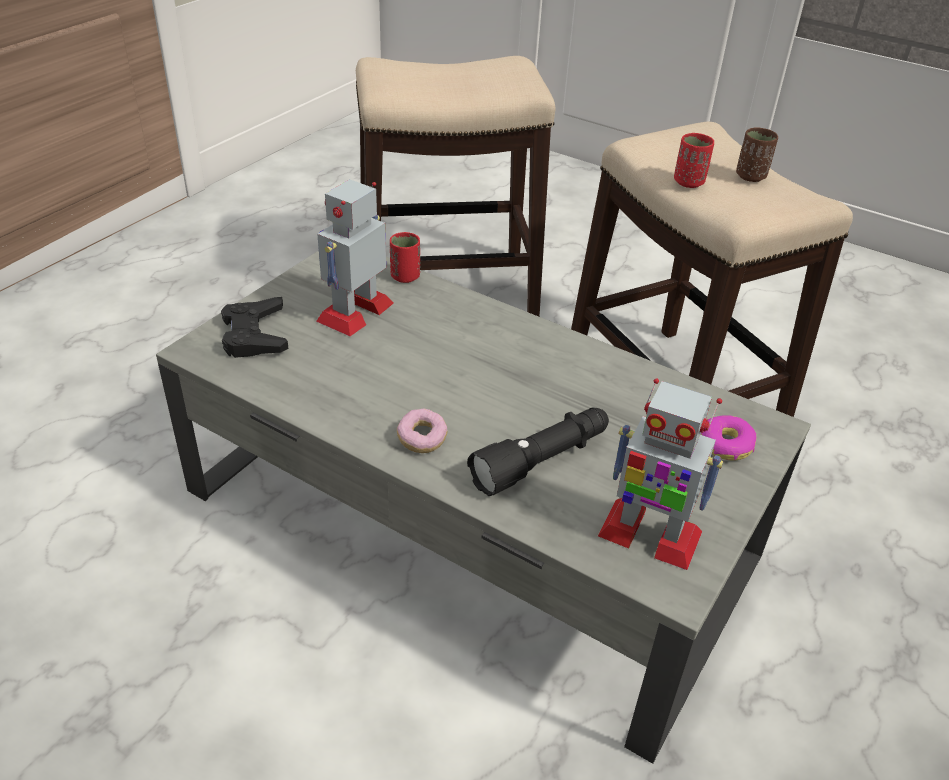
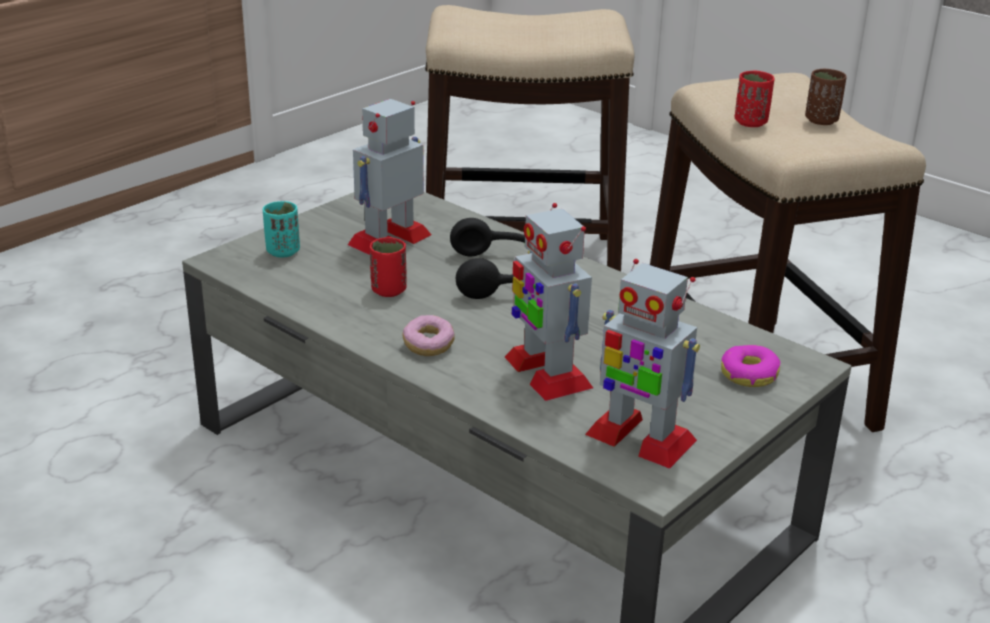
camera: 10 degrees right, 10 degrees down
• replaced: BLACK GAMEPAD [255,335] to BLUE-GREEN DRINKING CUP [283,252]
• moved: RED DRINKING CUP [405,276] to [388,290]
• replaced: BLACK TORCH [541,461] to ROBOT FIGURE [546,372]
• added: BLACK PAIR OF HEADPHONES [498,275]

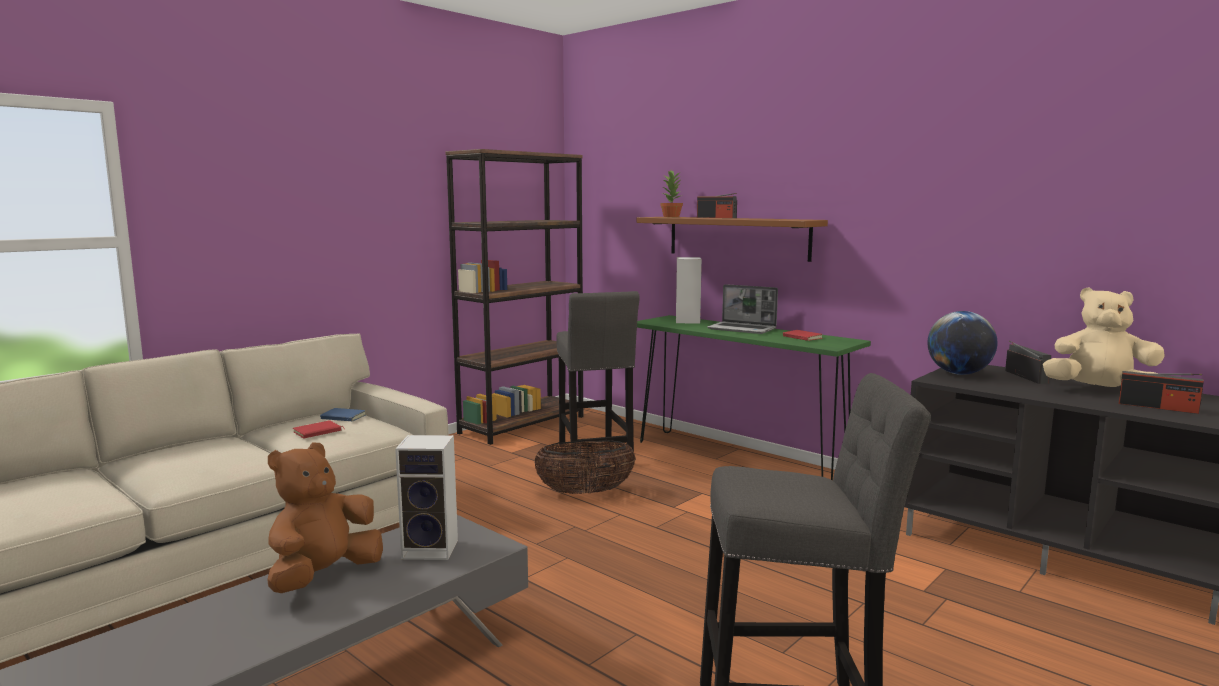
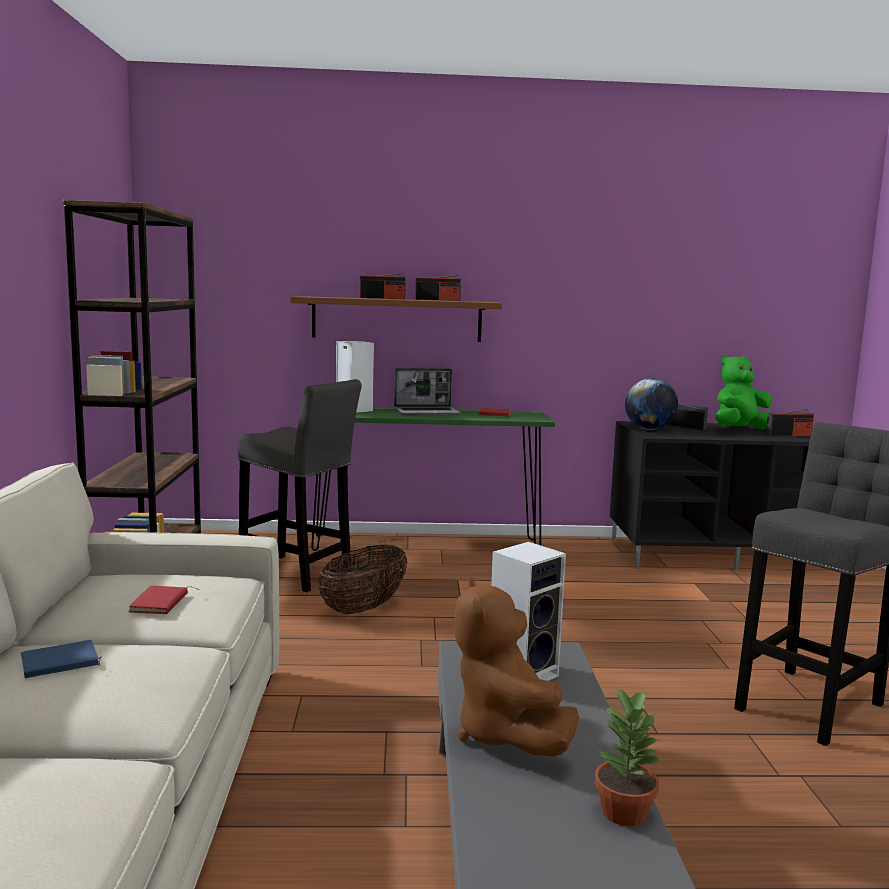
camera: 45 degrees left, 0 degrees up
• moved: BLUE-COLOURED BOUND BOOK [342,418] to [60,664]
• moved: HOUSEPLANT [671,216] to [624,811]
• recoloured: SAND-COLOURED SOFT TOY [1099,391] to GREEN SOFT TOY [739,430]
• added: RADIO RECEIVER [438,300]

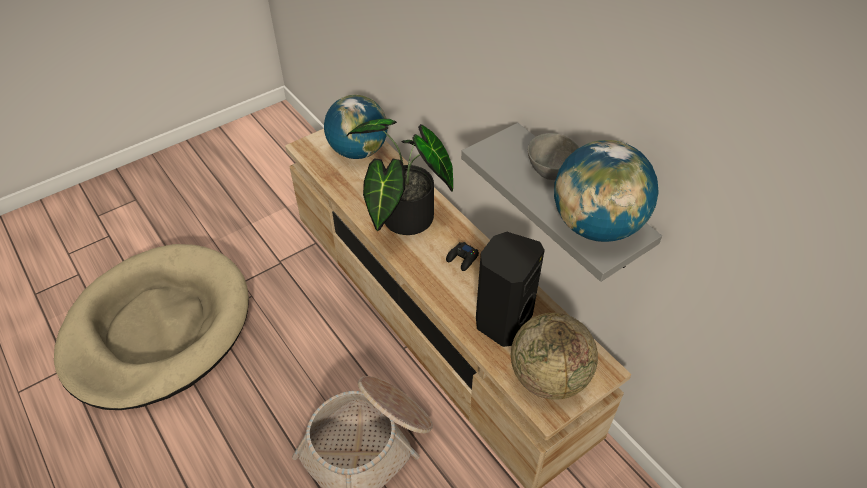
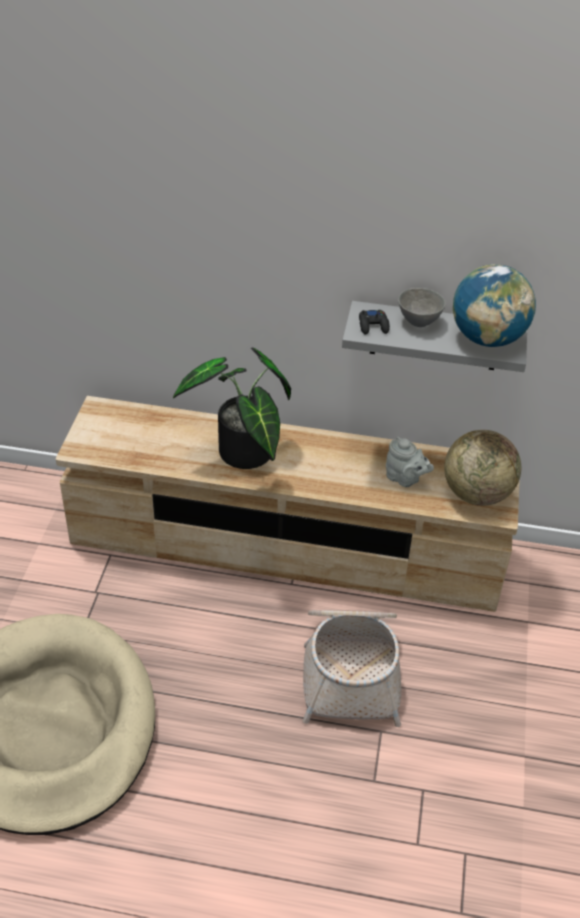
camera: 45 degrees left, 5 degrees down
• removed: DESK GLOBE [358,151]
• moved: BLACK GAMEPAD [462,259] to [373,326]
• replaced: BLACK LOUDSPEAKER [502,321] to GREYISH TEAPOT [405,479]

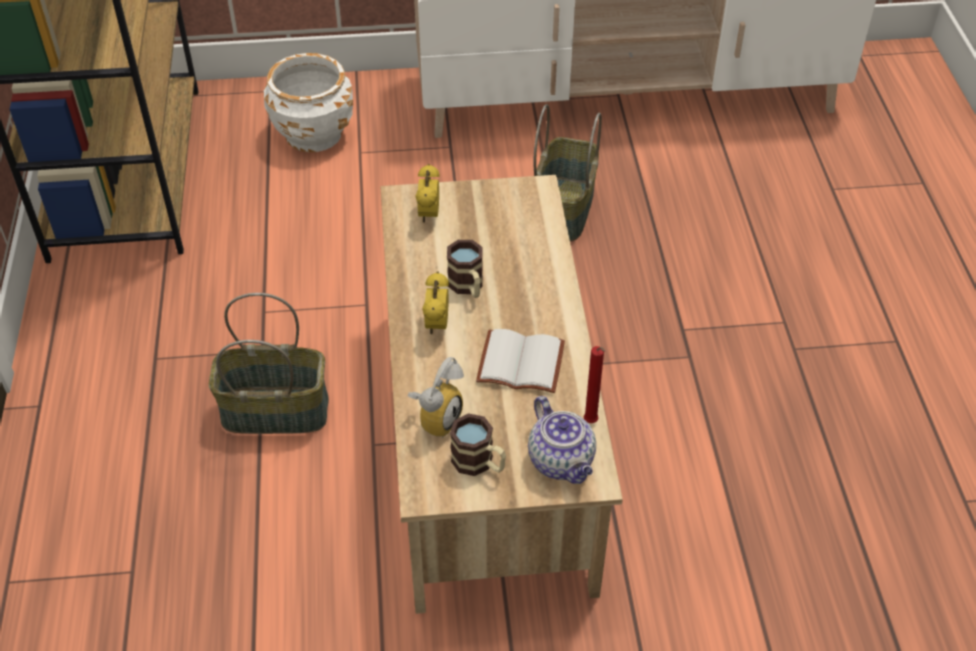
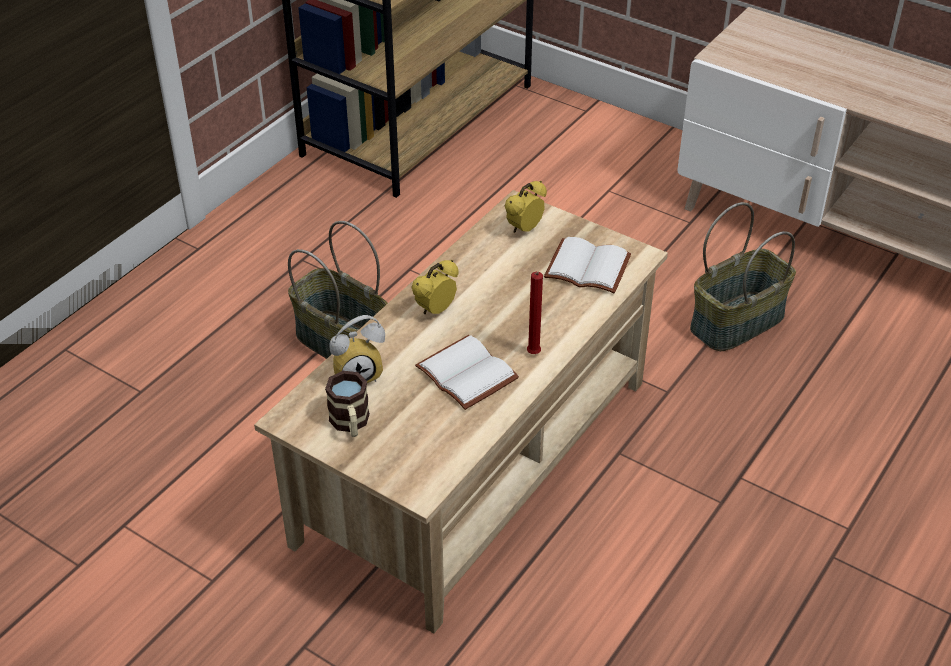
camera: 40 degrees right, 5 degrees down
• removed: WHITISH PLANTER [314,133]
• removed: MUG [468,287]
• removed: TEAPOT [562,462]
• moved: RED CANDLE [591,423] to [532,355]
• added: WHITISH BOUND BOOK [585,269]

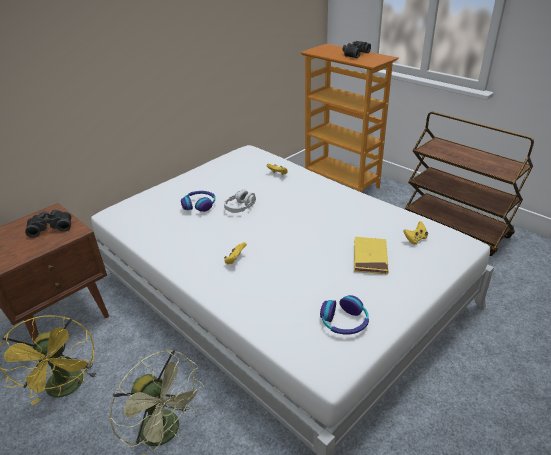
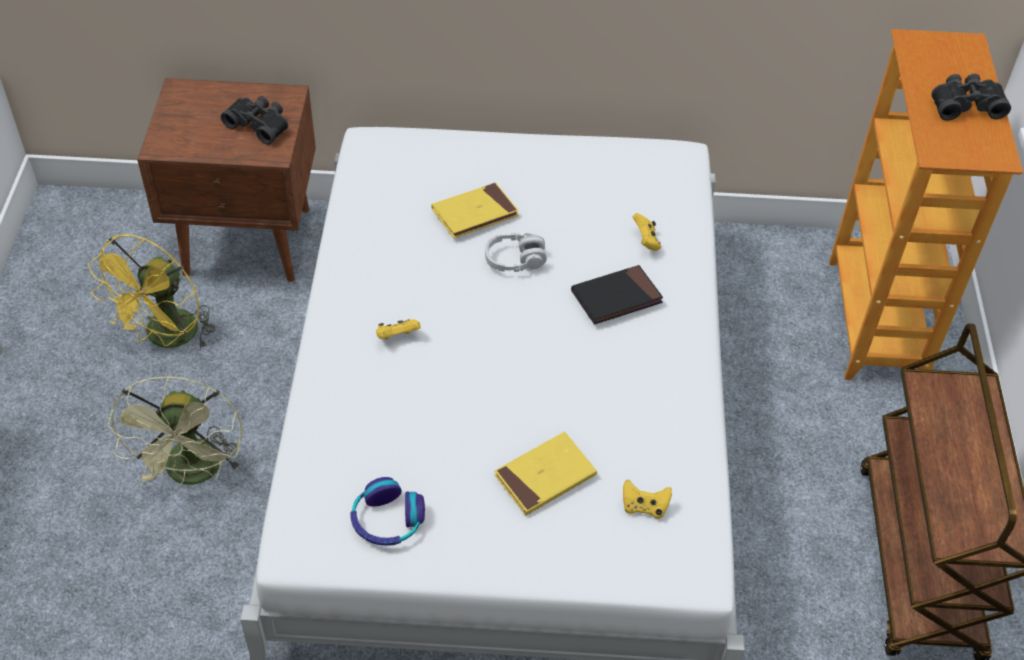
camera: 45 degrees right, 15 degrees up
• replaced: PAIR OF HEADPHONES [199,205] to YELLOW-COLOURED BOUND BOOK [474,213]
• added: BLACK BOUND BOOK [616,297]

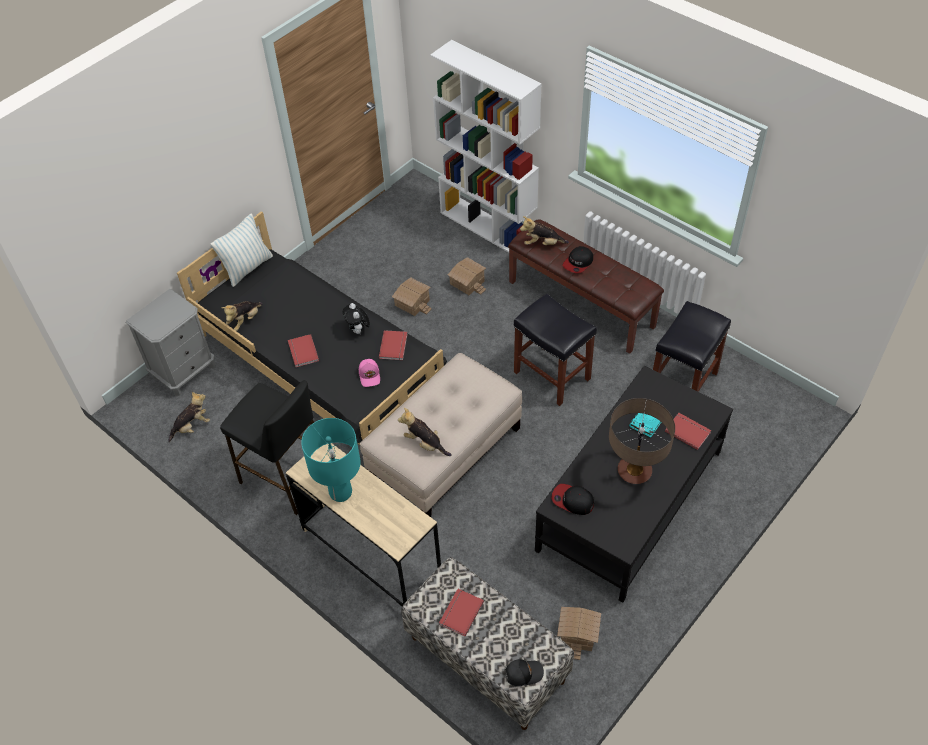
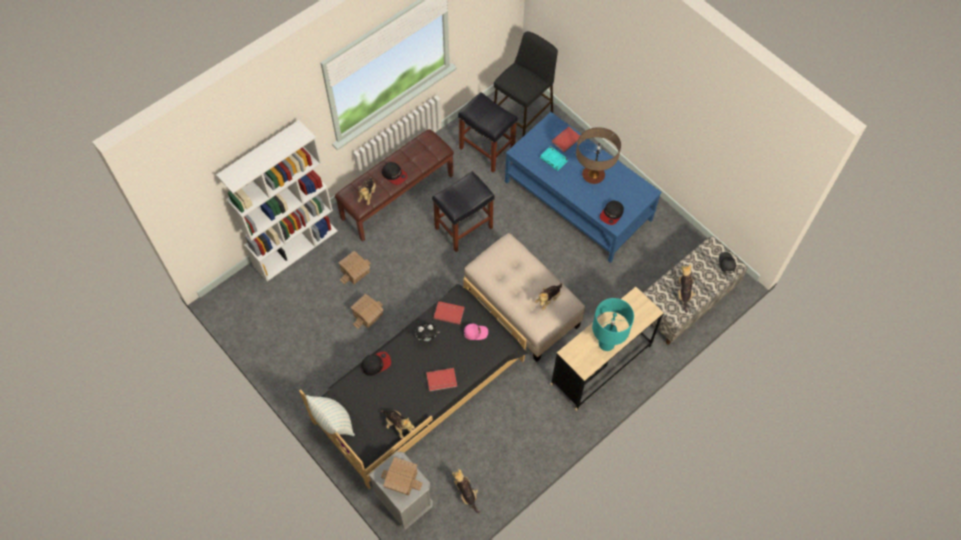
camera: 85 degrees left, 10 degrees up
• moved: BLACK STOOL SEAT [286,477] to [523,119]
• replaced: RED BOUND BOOK [460,612] to SOFT TOY [684,293]
• recoloured: BLACK COFFEE TABLE [630,500] to BLUE-COLOURED COFFEE TABLE [578,201]
• moved: TOY HOUSE [577,633] to [401,481]
• added: PEAKED CAP [376,364]

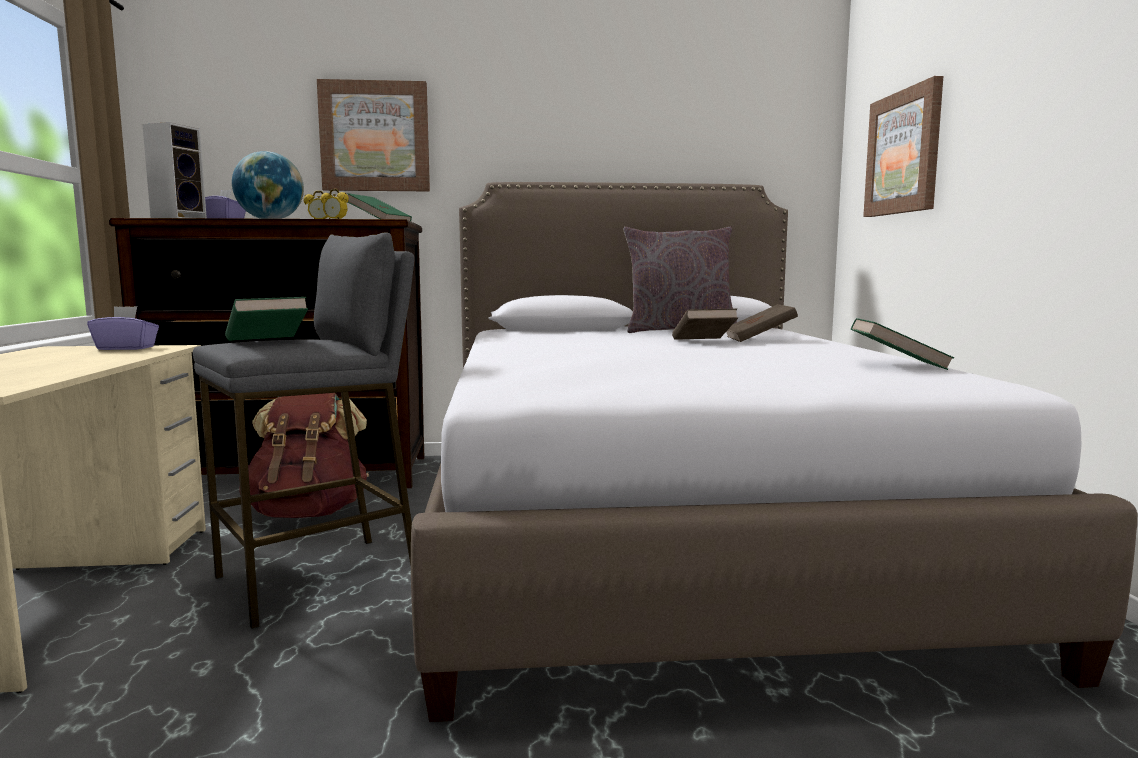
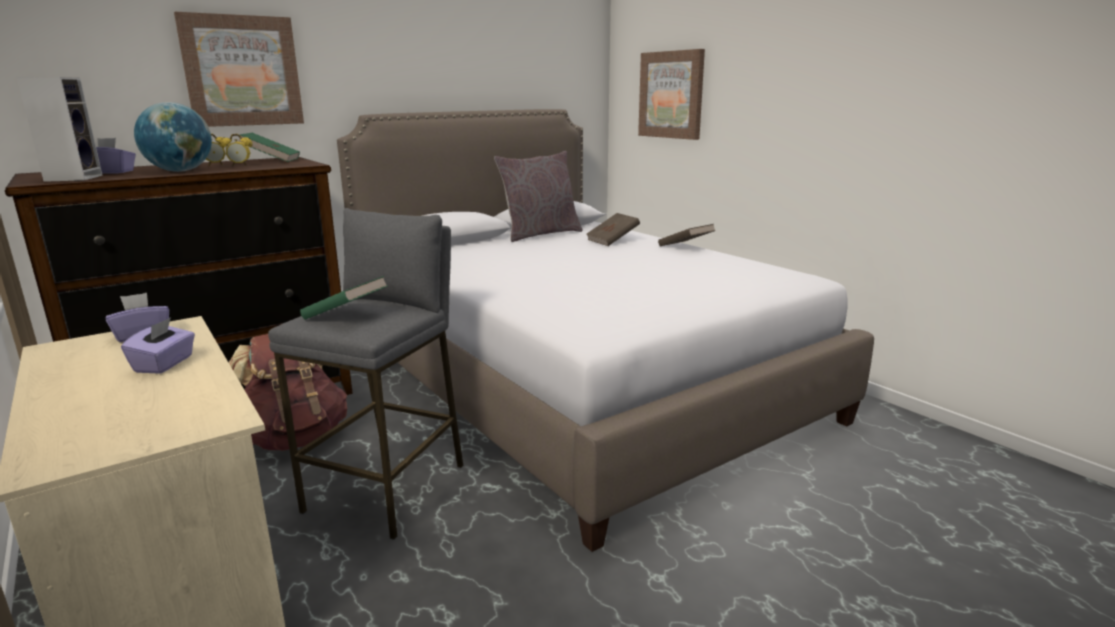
camera: 30 degrees left, 10 degrees up
• moved: BROWN BOUND BOOK [703,342] to [685,247]
• removed: GREEN BOUND BOOK [898,365]
• added: PURPLISH BOX OF TISSUES [165,364]

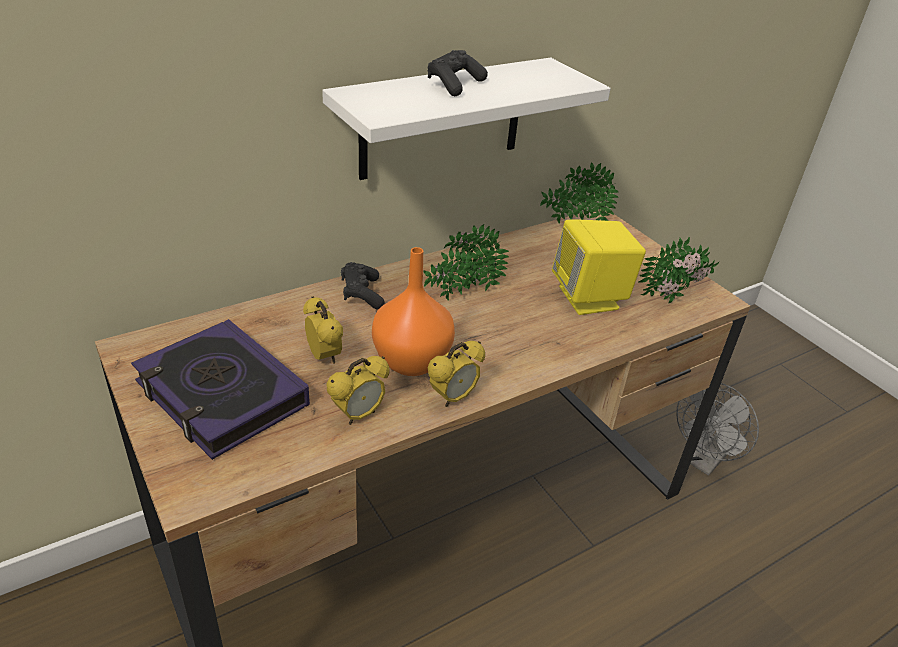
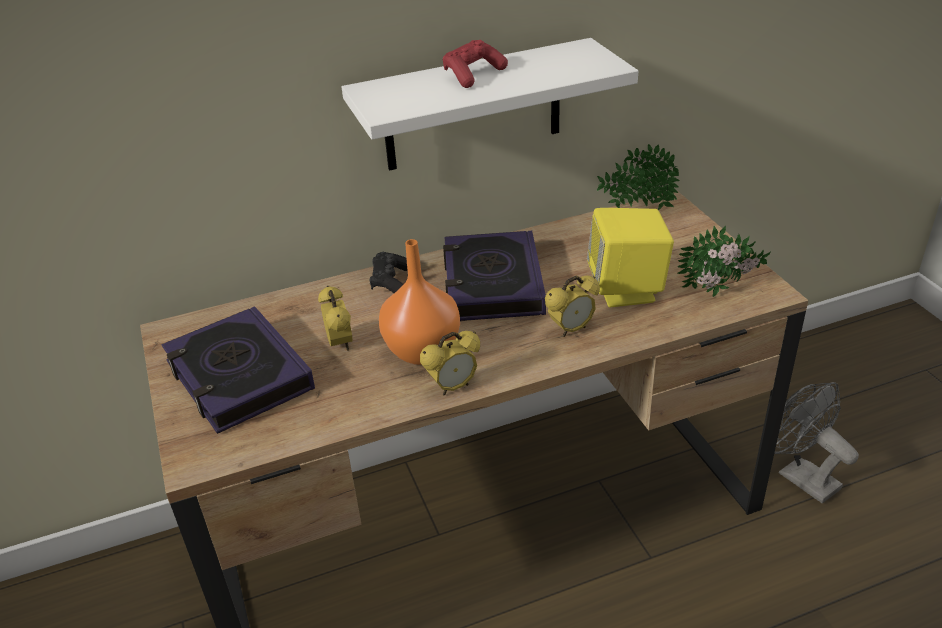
camera: 15 degrees right, 0 degrees up
• moved: TABLE CLOCK [358,415] to [571,329]
• replaced: HOUSEPLANT [462,294] to BOUND BOOK [492,284]
• recoloured: BLACK GAMEPAD [455,85] to RED GAMEPAD [473,75]
• turned: GREYISH FAN [703,462] = [800,476] 90 degrees clockwise

